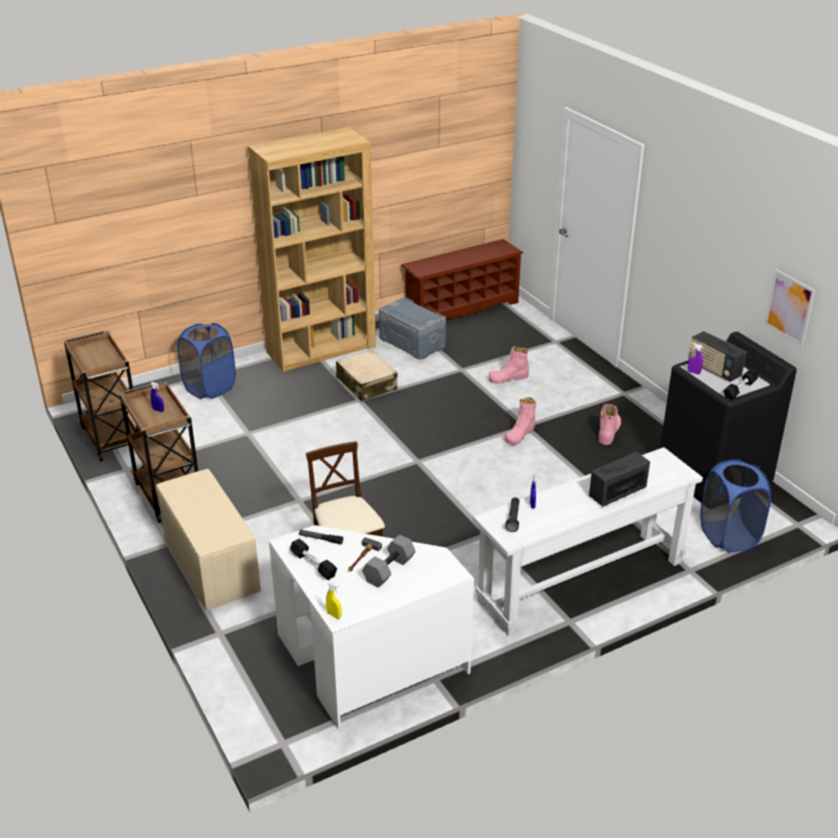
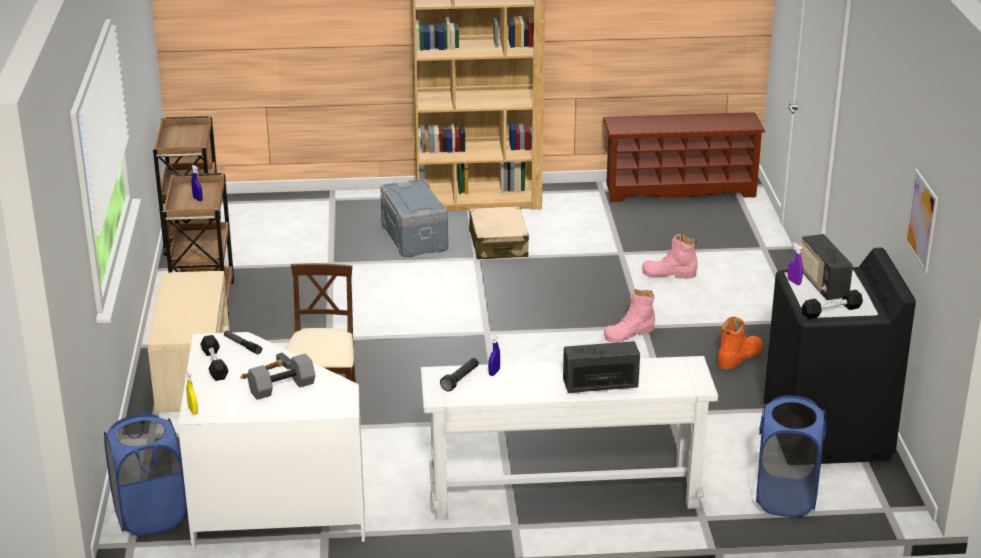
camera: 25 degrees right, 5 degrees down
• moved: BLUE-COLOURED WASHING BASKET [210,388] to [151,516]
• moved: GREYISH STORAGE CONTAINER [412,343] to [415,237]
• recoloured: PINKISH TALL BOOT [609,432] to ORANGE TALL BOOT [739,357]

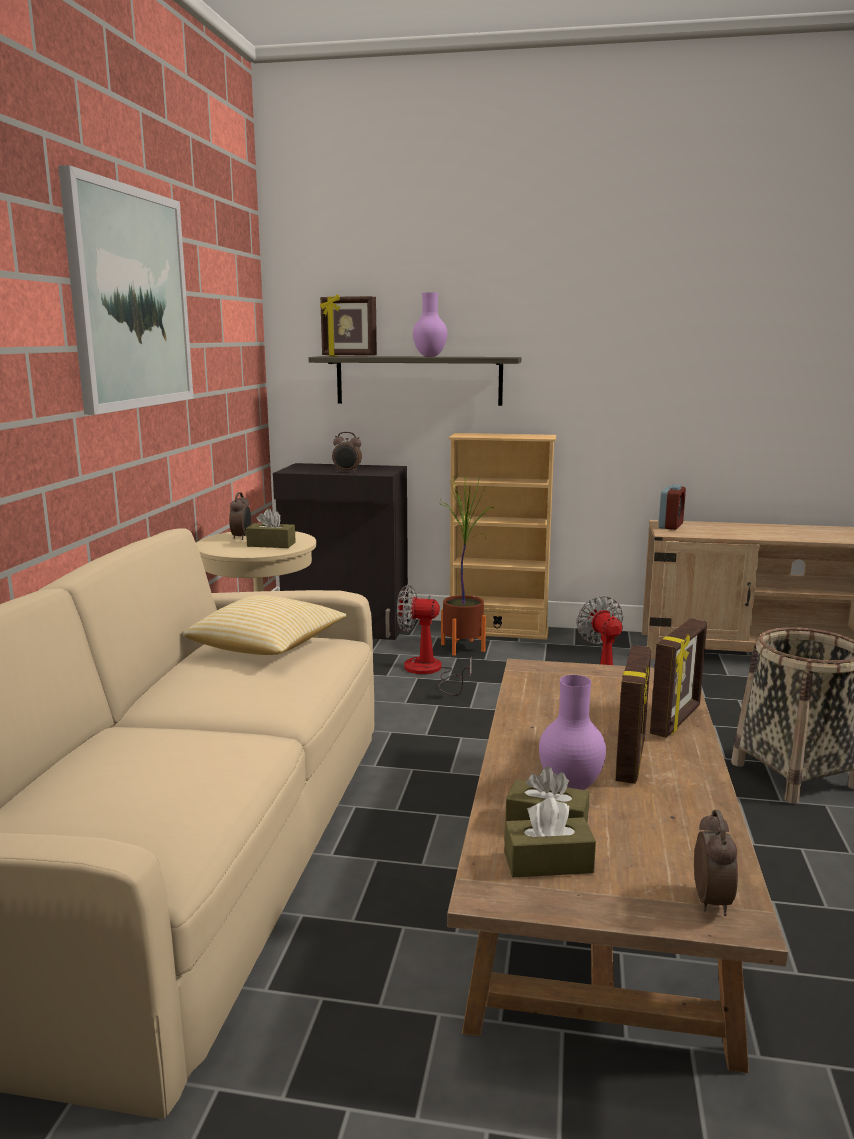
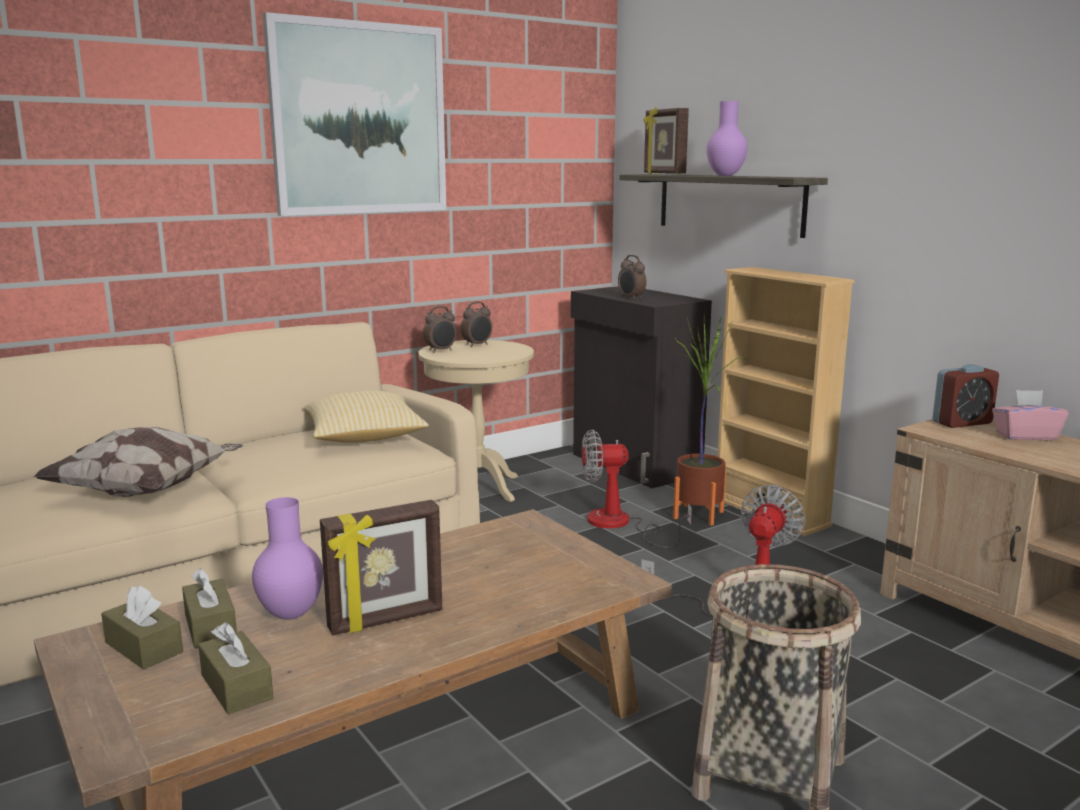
camera: 45 degrees right, 0 degrees up
• moved: BROWN BOX OF TISSUES [271,544] to [236,687]
• turned: FAN [429,672] = [620,525] 60 degrees counterclockwise
• removed: PHOTO FRAME [676,721]
• moved: TABLE CLOCK [713,901] to [441,351]
• added: THROW PILLOW [148,491]
• added: PINKISH BOX OF TISSUES [1025,436]

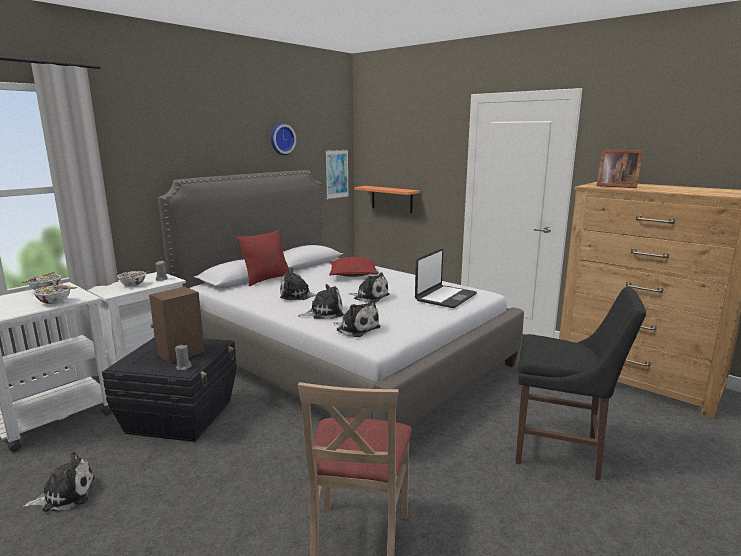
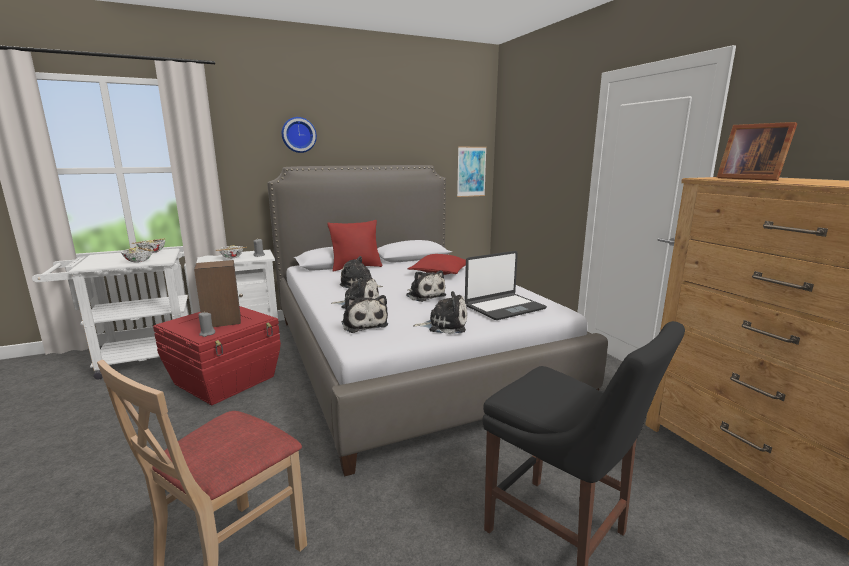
camera: 25 degrees right, 0 degrees up
• moved: SOFT TOY [65,494] to [445,325]
• recoloured: BLACK STORAGE CONTAINER [181,416] to RED STORAGE CONTAINER [226,380]
• moved: CLOCK ON THE WALL [281,139] to [298,135]
• removed: ORANGE WALL SHELF [392,199]

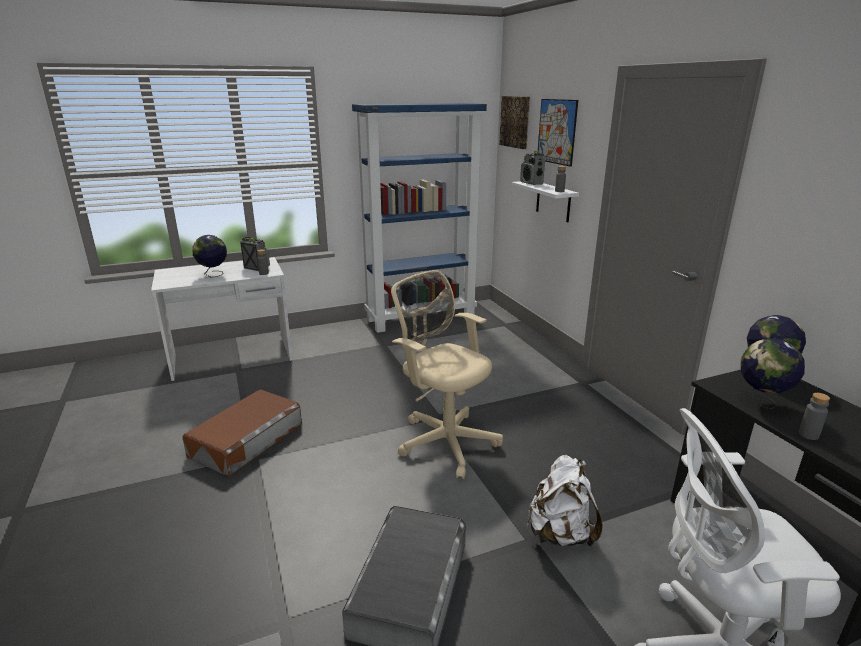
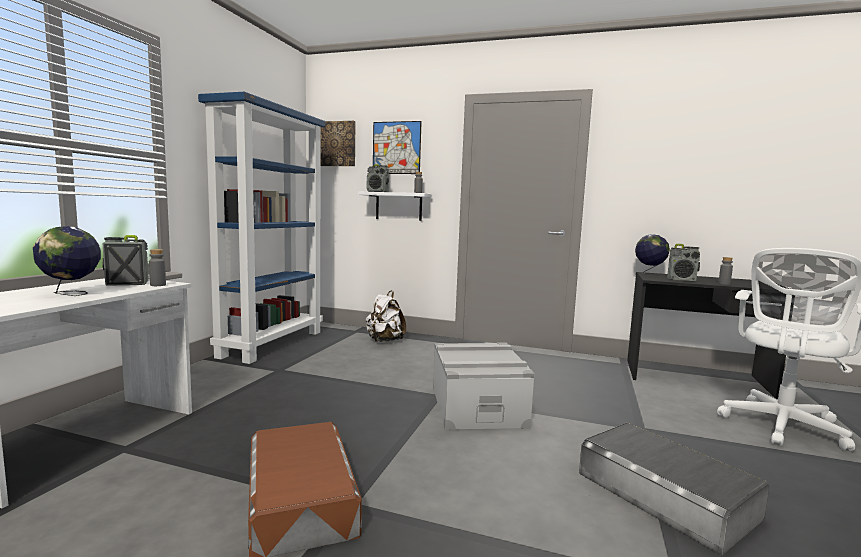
camera: 50 degrees left, 15 degrees down
• replaced: SAND-COLOURED OFFICE CHAIR [444,440] to GREYISH STORAGE CONTAINER [477,406]
• moved: WHITISH KNAPSACK [560,533] to [384,341]
• replaced: DESK GLOBE [761,402] to RADIO RECEIVER [682,280]

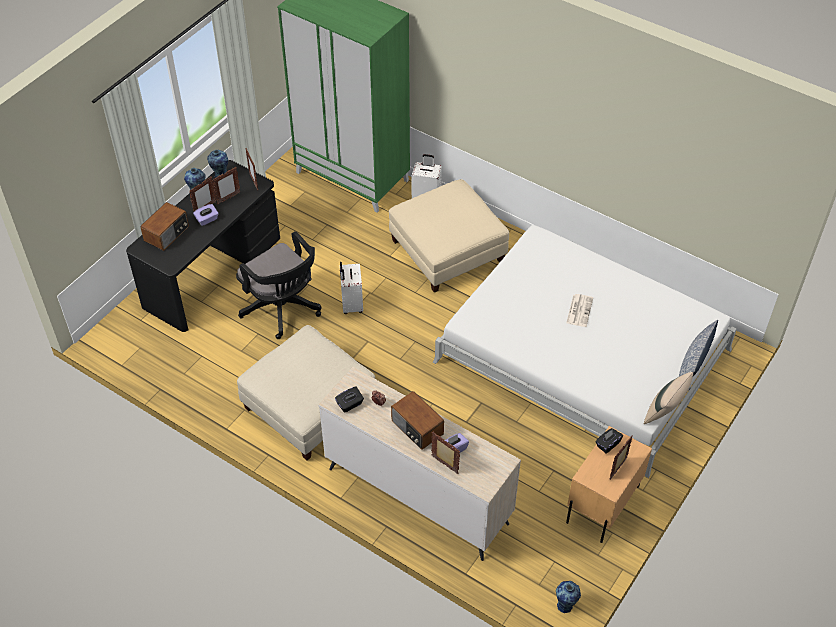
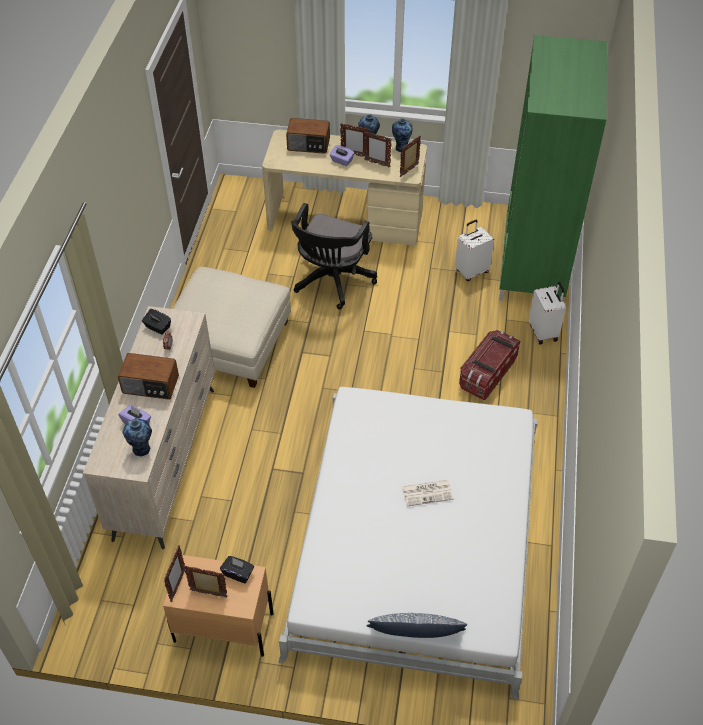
camera: 65 degrees right, 0 degrees up
• recoloured: BLACK DESK TABLE [212,272] to SAND-COLOURED DESK TABLE [345,219]
• moved: WHITISH PIECE OF LUGGAGE [351,305] to [471,271]
• replaced: SAND-COLOURED FOOTREST [448,251] to STORAGE CONTAINER [487,374]
• turned: RADIO RECEIVER [417,428] = [150,386] 105 degrees counterclockwise
• moved: PHOTO FRAME [444,465] to [177,586]
• moved: VASE [565,605] to [142,450]
• removed: SAND-COLOURED THROW PILLOW [664,412]

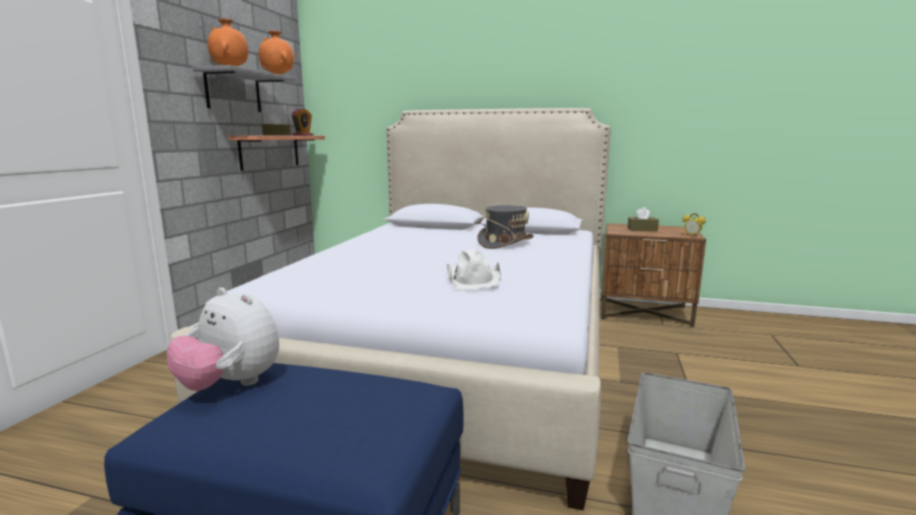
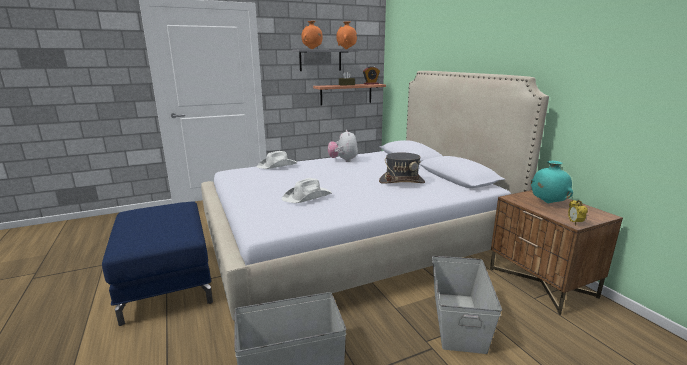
camera: 50 degrees right, 5 degrees up
• moved: SOFT TOY [231,385] to [343,160]
• replaced: BROWN BOX OF TISSUES [642,229] to BLUE-GREEN VASE [547,203]
• added: WHITISH HAT [277,165]
• added: GREYISH STORAGE CONTAINER [457,320]

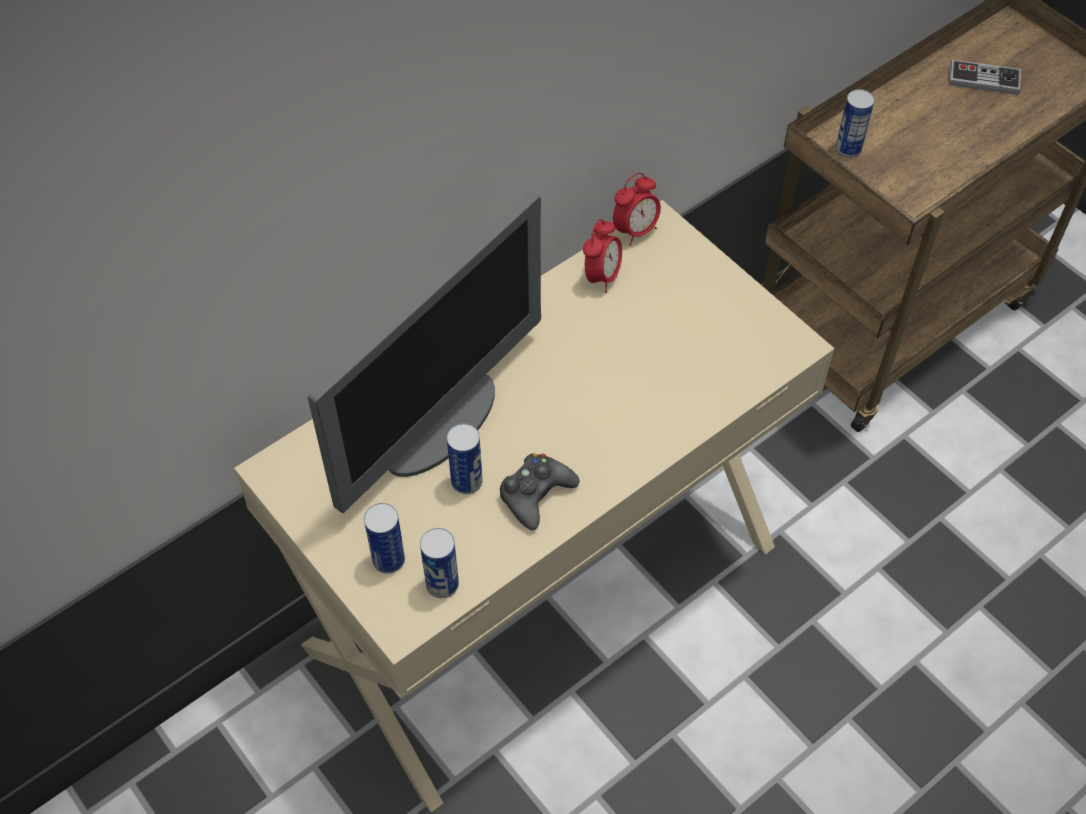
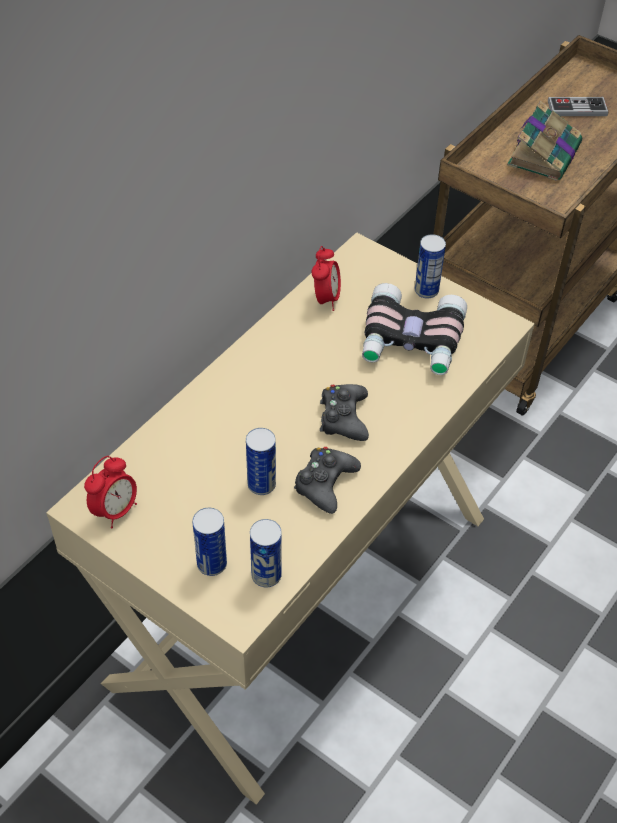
camera: 15 degrees left, 5 degrees down
• removed: COMPUTER SCREEN [442,424]
• moved: TABLE CLOCK [635,231] to [115,510]
• moved: METAL CAN [848,149] to [426,290]
• added: BLACK GAMEPAD [343,418]
• added: FIELD GLASSES [411,342]
• added: BOUND BOOK [544,154]

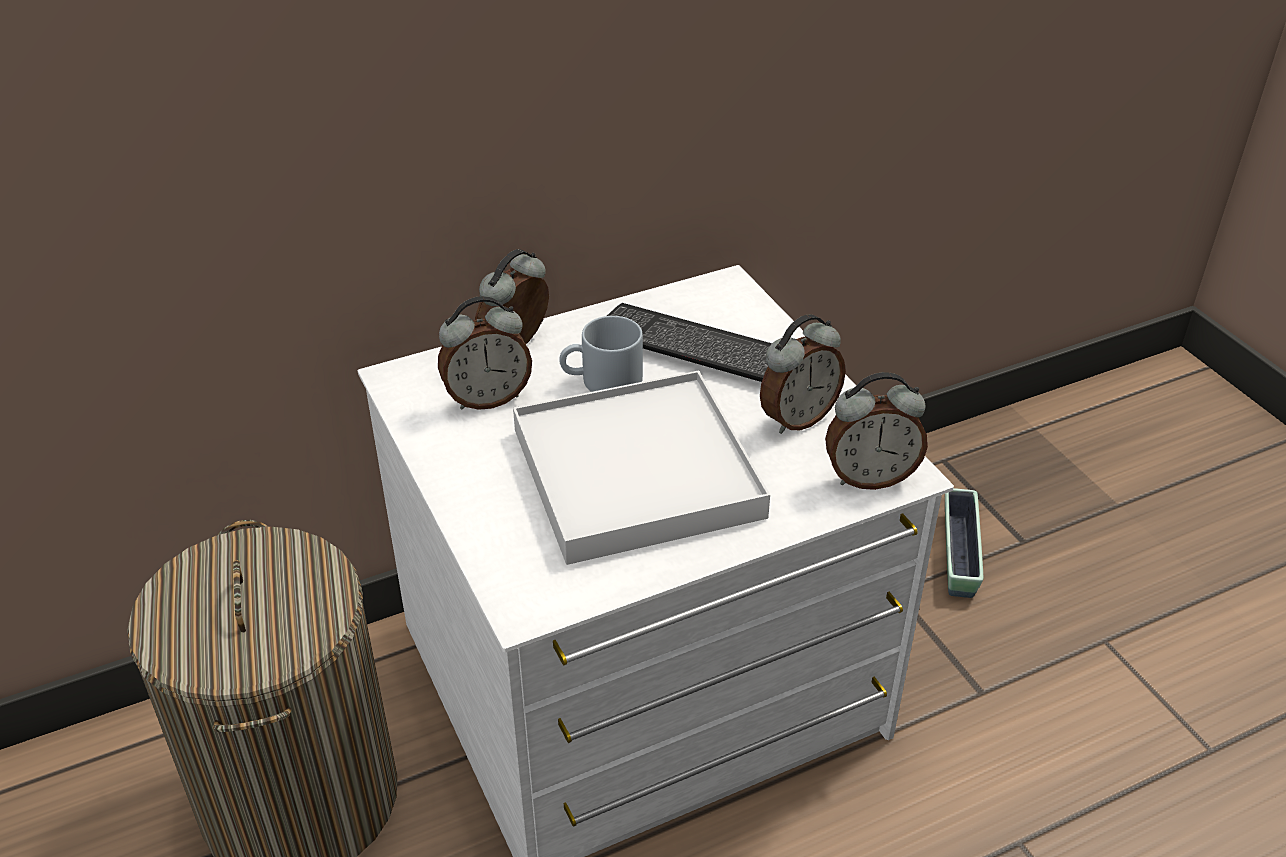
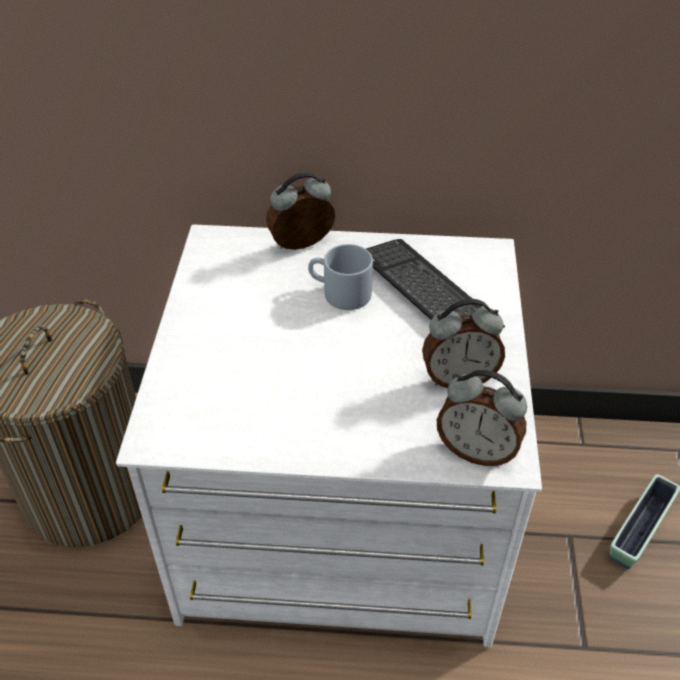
camera: 30 degrees right, 5 degrees up
• removed: TABLE CLOCK [487,398]
• removed: WHITISH CARRYING TRAY [636,473]

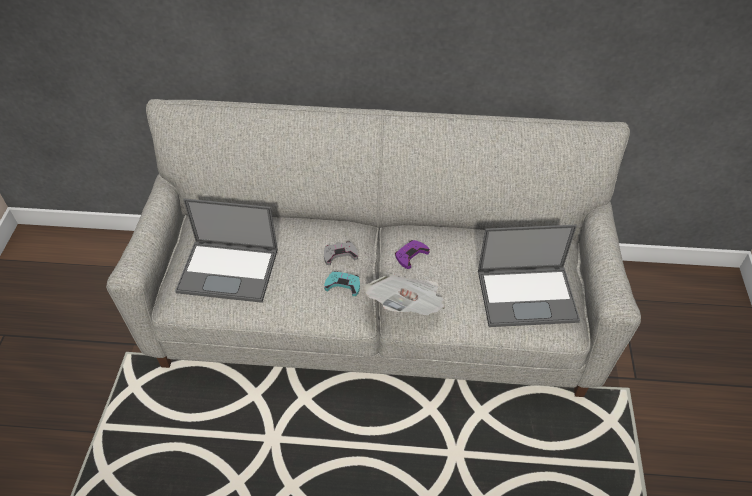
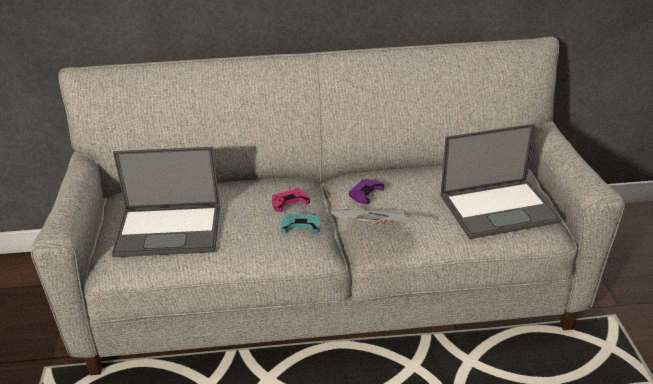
camera: 10 degrees left, 15 degrees down
• recoloured: GREYISH GAMEPAD [340,255] to PINKISH GAMEPAD [289,202]

